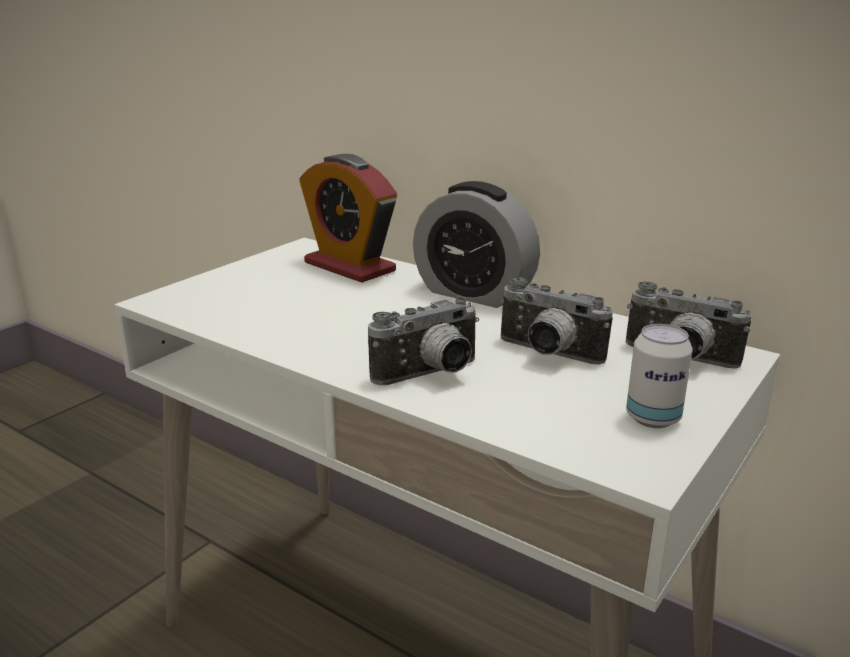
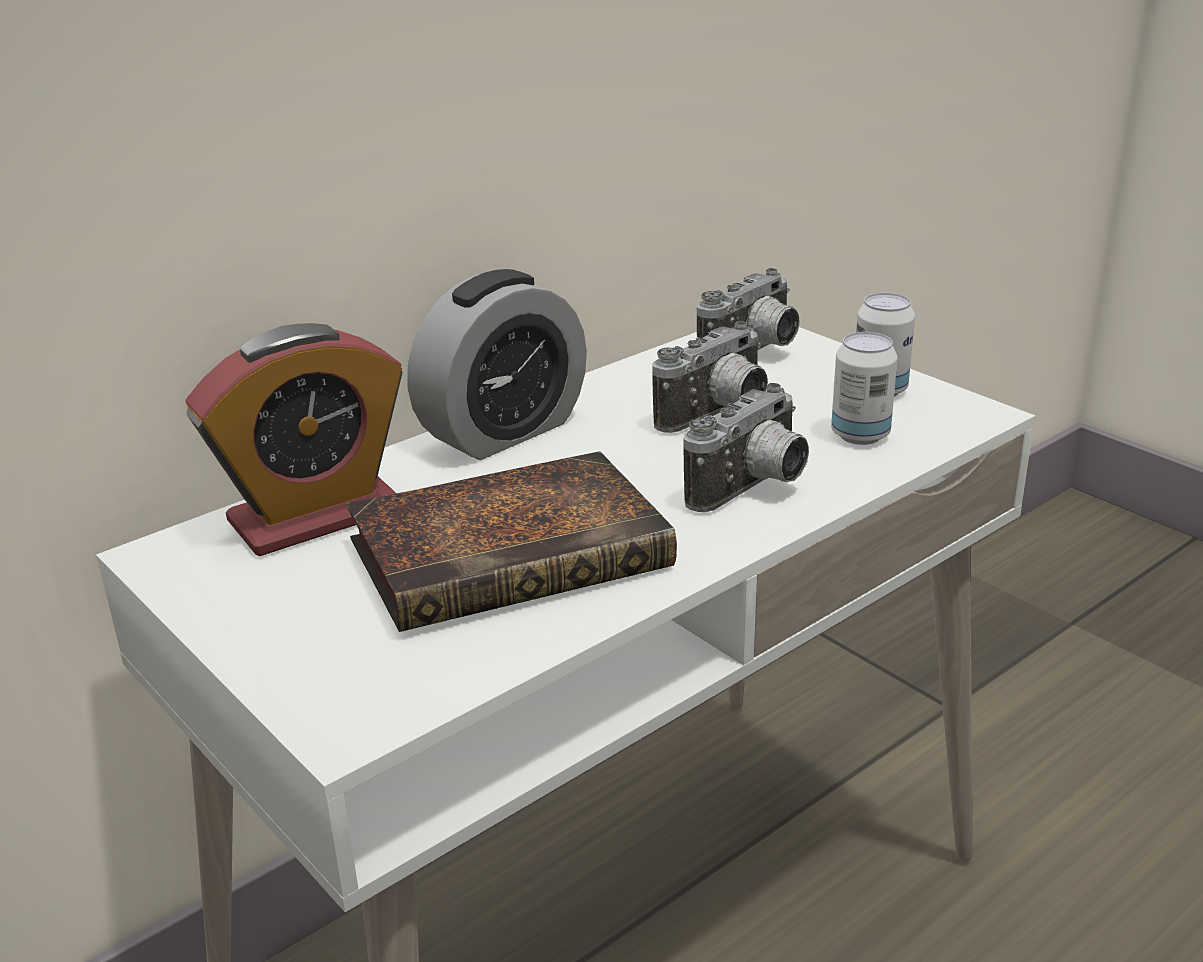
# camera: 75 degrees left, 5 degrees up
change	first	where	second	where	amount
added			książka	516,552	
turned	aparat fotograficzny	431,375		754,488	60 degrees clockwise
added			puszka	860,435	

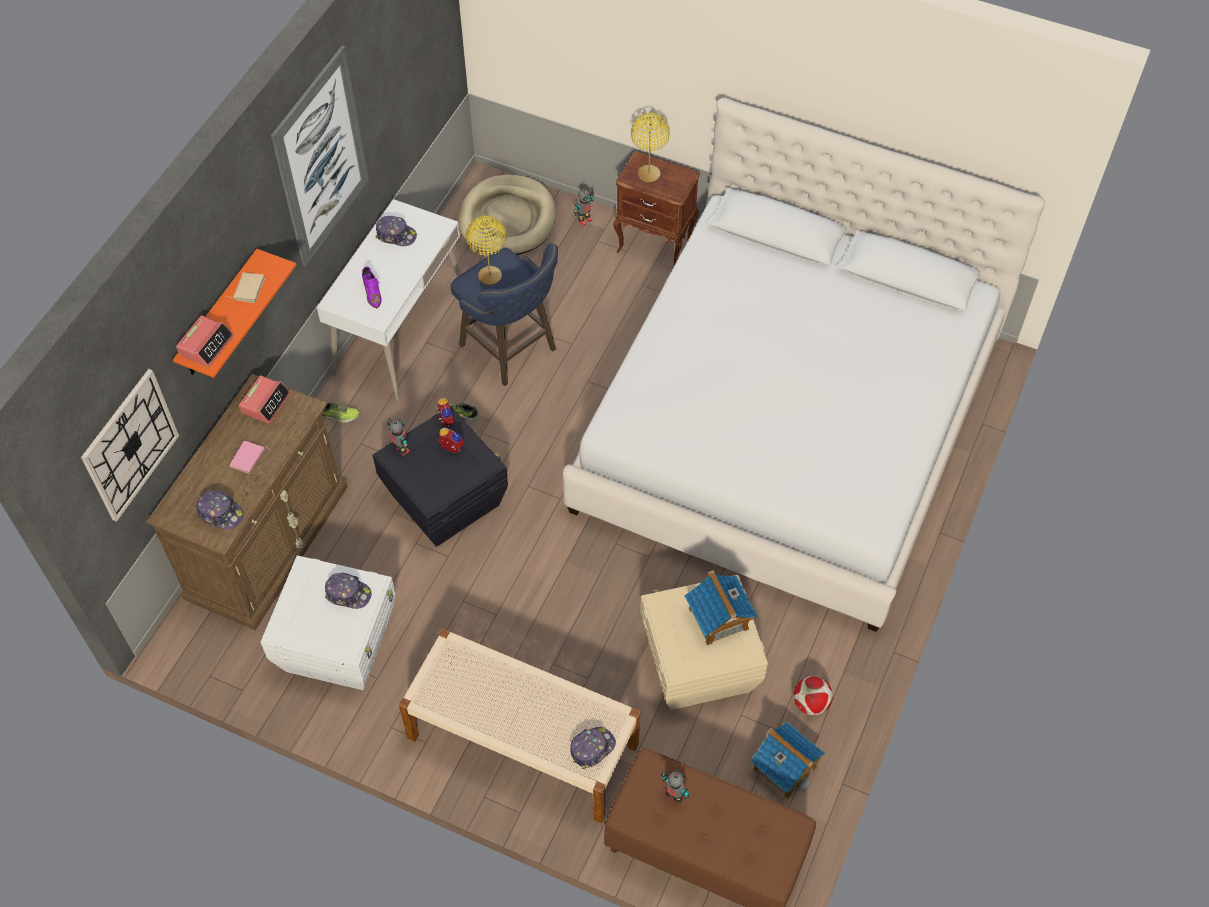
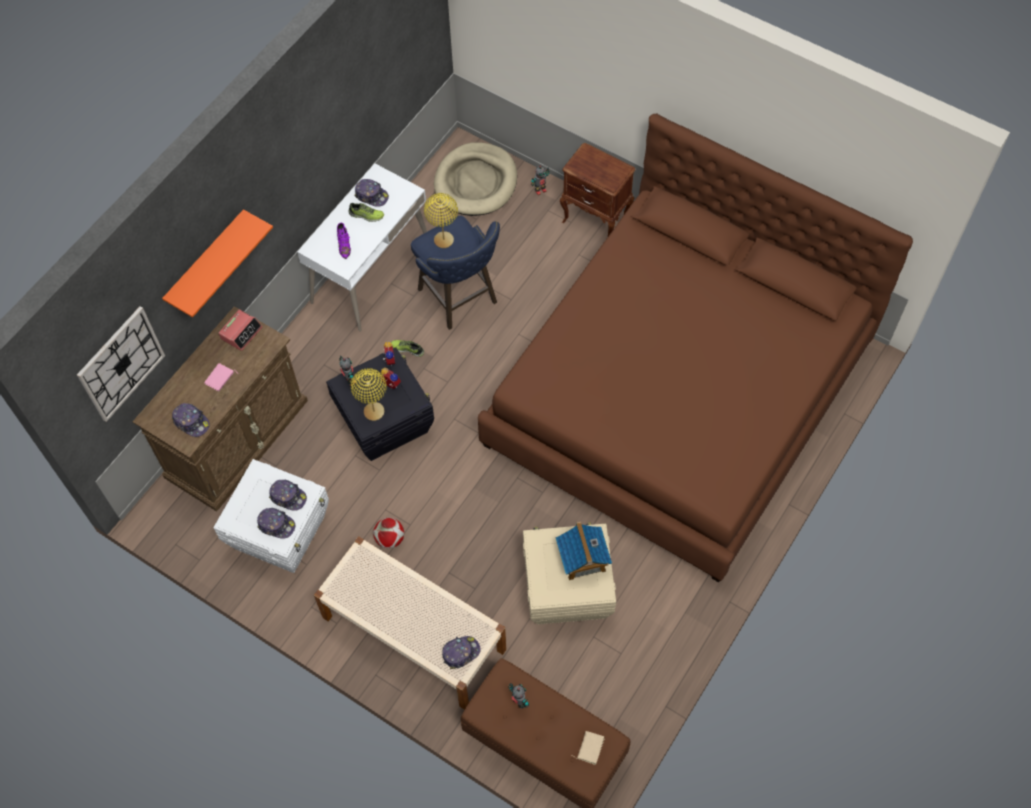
# camera: 10 degrees right, 5 degrees up
change	first	where	second	where	amount
added			czapka z daszkiem	276,525	
moved	but	338,415		366,215	
moved	lampa stołowa (żółty)	649,174		374,411	
moved	piłka futbolowa	811,703		390,539	
recoloured	łóżko (biały)	787,424	łóżko (brązowy)	678,393	
moved	książka (beżowy)	248,288		589,747	
removed	budzik	206,345			
removed	obraz	321,158			
removed	domek	784,767			

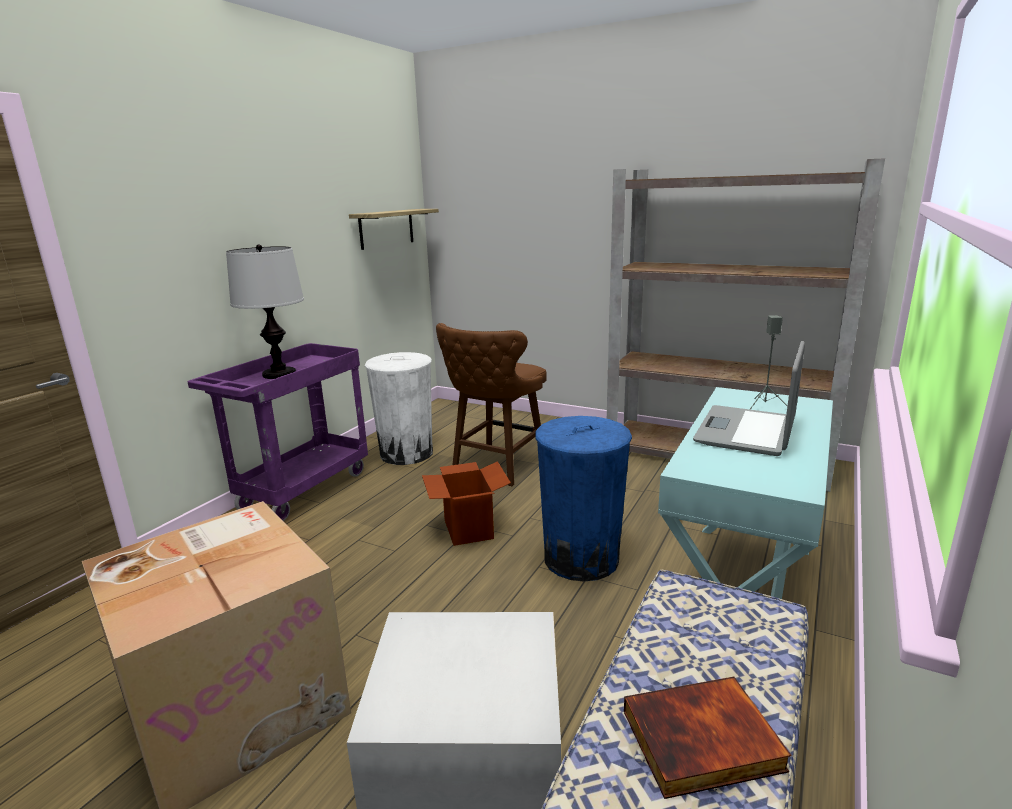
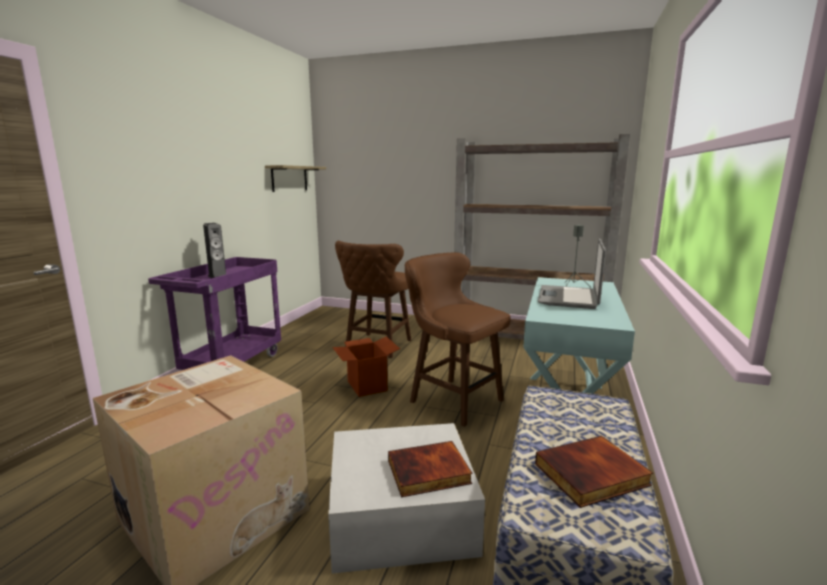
# camera: 10 degrees left, 5 degrees down
change	first	where	second	where	amount
replaced	lampa stołowa	279,374	głośnik	217,276	
added			książka	428,473	
replaced	kosz na śmieci (niebieski)	581,558	stołek (brązowy)	453,399	
removed	kosz na śmieci (biały)	406,453			

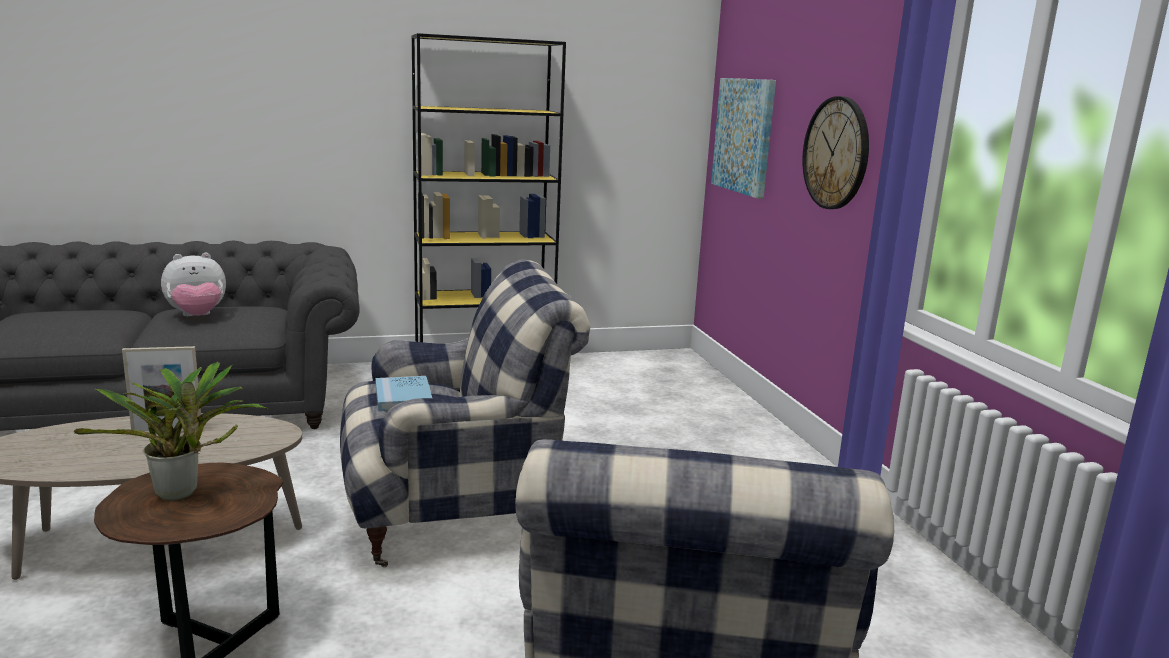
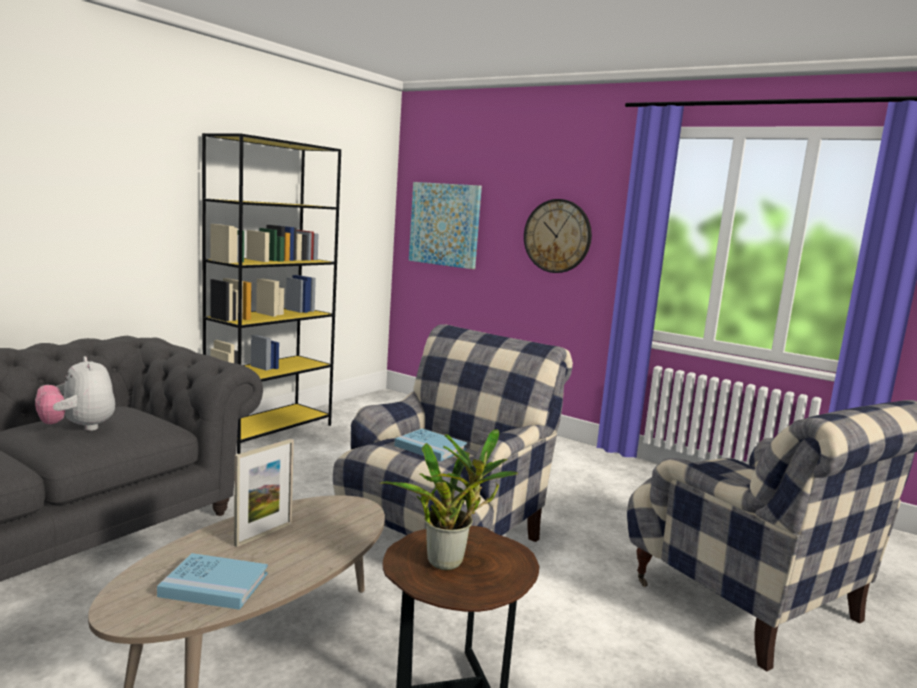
# camera: 40 degrees left, 5 degrees down
change	first	where	second	where	amount
turned	pluszak	197,316		78,428	120 degrees clockwise
added			książka (niebieski)	214,585	

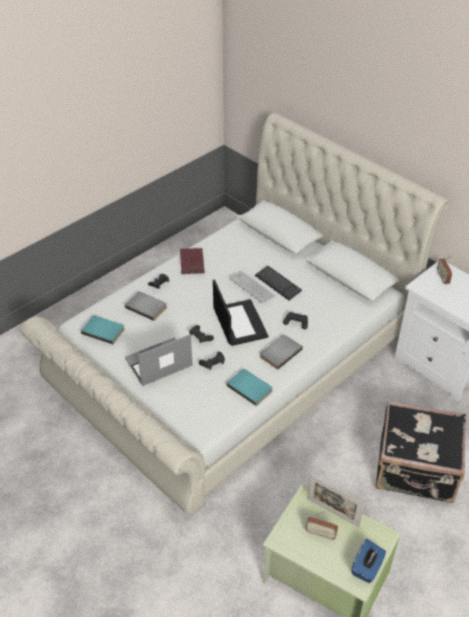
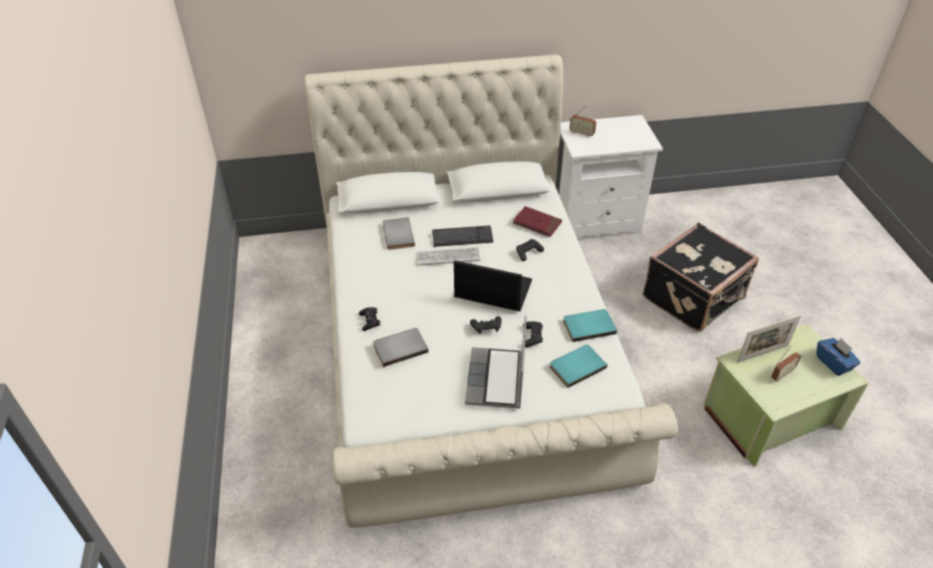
# camera: 55 degrees left, 0 degrees up
change	first	where	second	where	amount
moved	książka (szary)	279,352		397,235	
moved	książka (czerwony)	192,262		537,223	
moved	książka (turkusowy)	104,330		576,366	

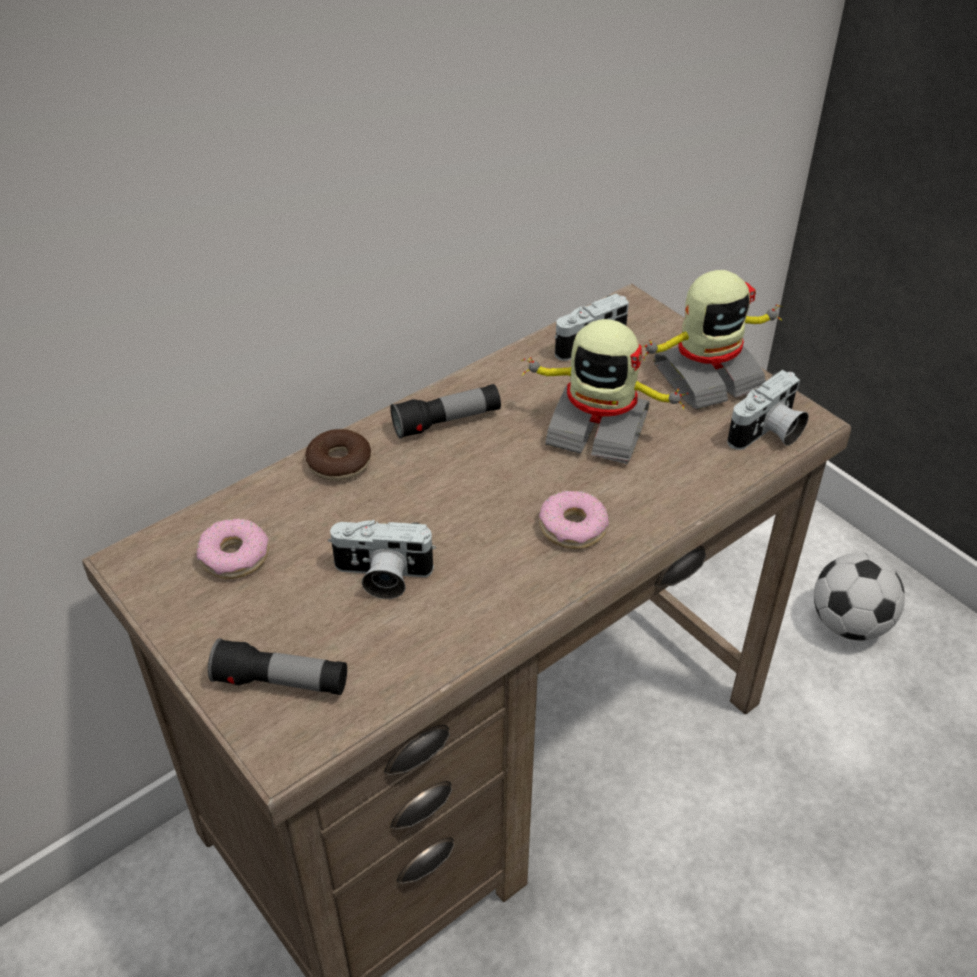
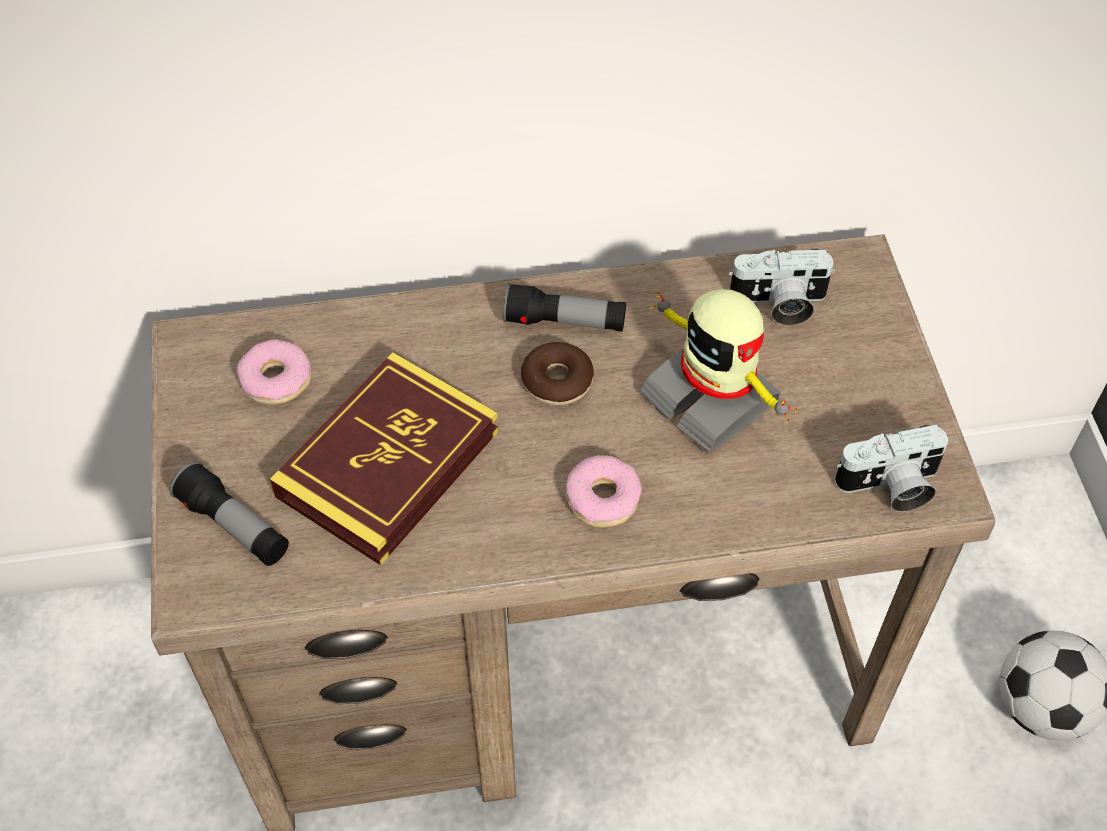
# camera: 30 degrees right, 10 degrees up
change	first	where	second	where	amount
replaced	aparat fotograficzny	381,577	książka	388,463	
moved	donut	339,463		557,381	
removed	robot zabawkowy	706,376			

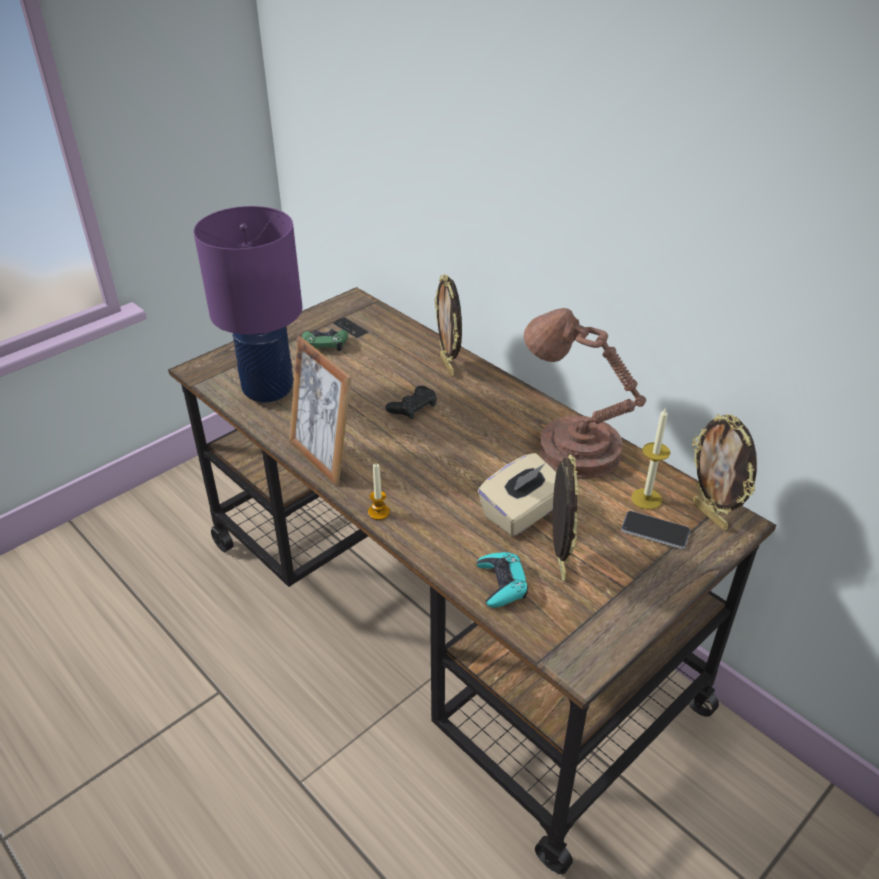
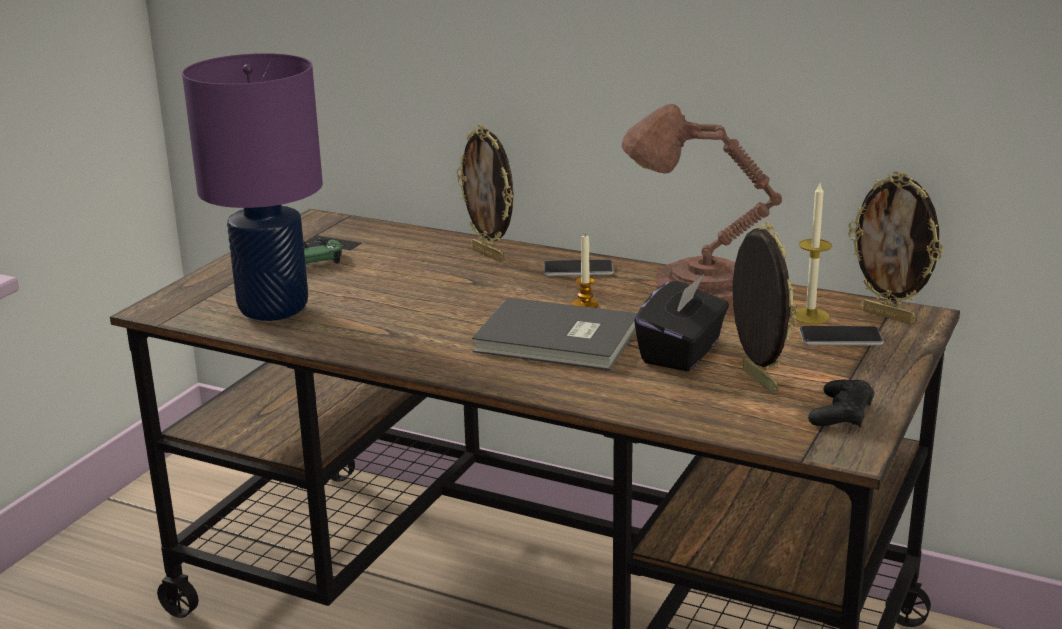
# camera: 20 degrees left, 15 degrees down
change	first	where	second	where	amount
added			książka (szary)	557,341	
added			telefon	578,269	
moved	świeca	378,512		585,305	
recoloured	pudełko chusteczek (beżowy)	521,513	pudełko chusteczek (czarny)	682,352	
moved	pad do gier (czarny)	413,407		841,413	
removed	ramka na zdjęcie	323,457			
removed	pad do gier (turkusowy)	501,584			

